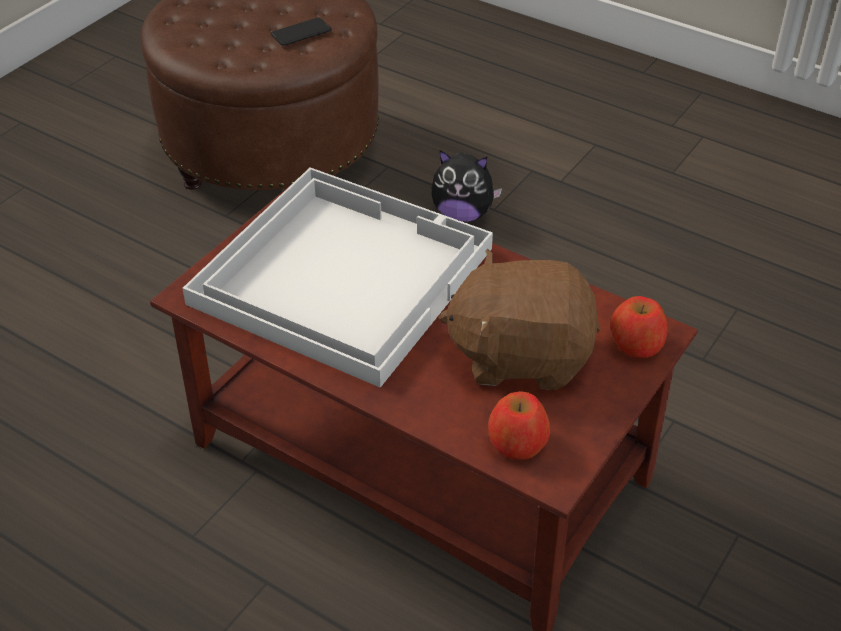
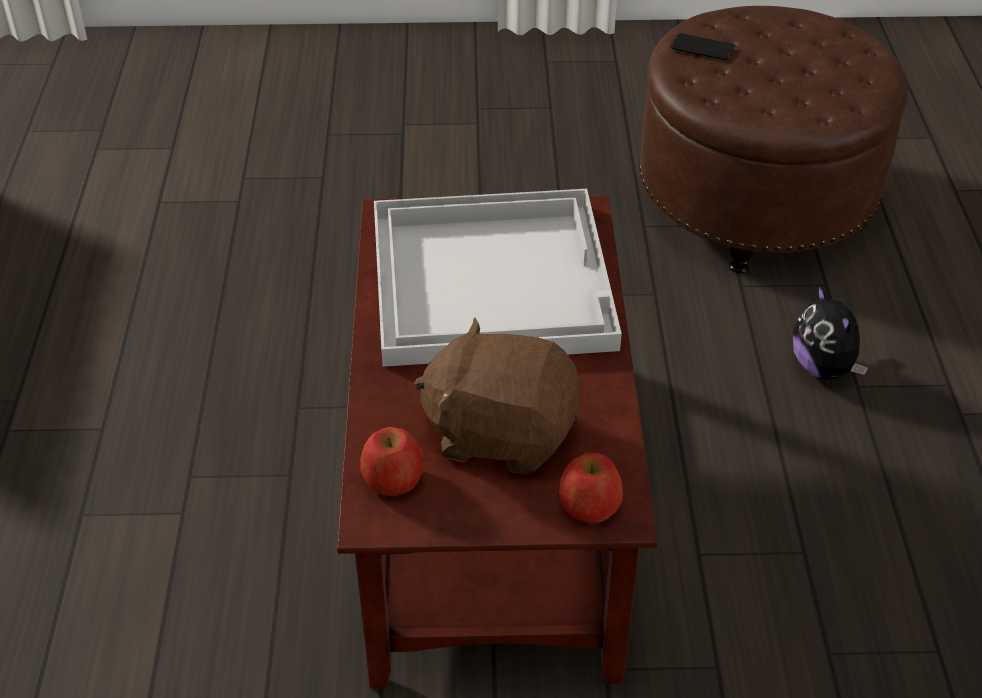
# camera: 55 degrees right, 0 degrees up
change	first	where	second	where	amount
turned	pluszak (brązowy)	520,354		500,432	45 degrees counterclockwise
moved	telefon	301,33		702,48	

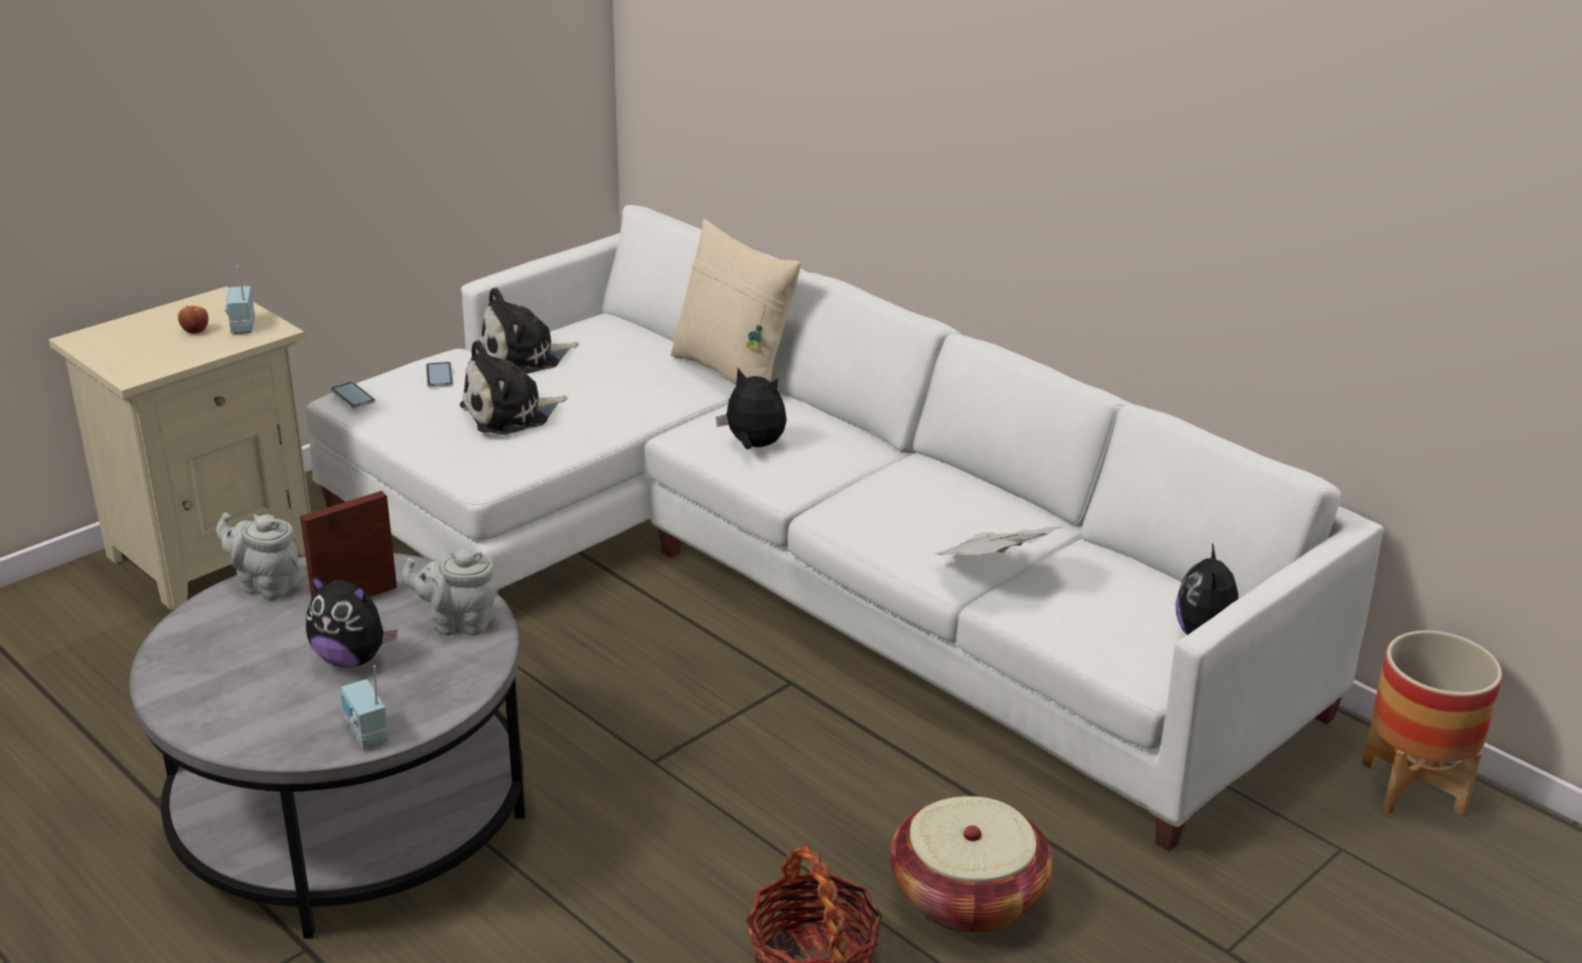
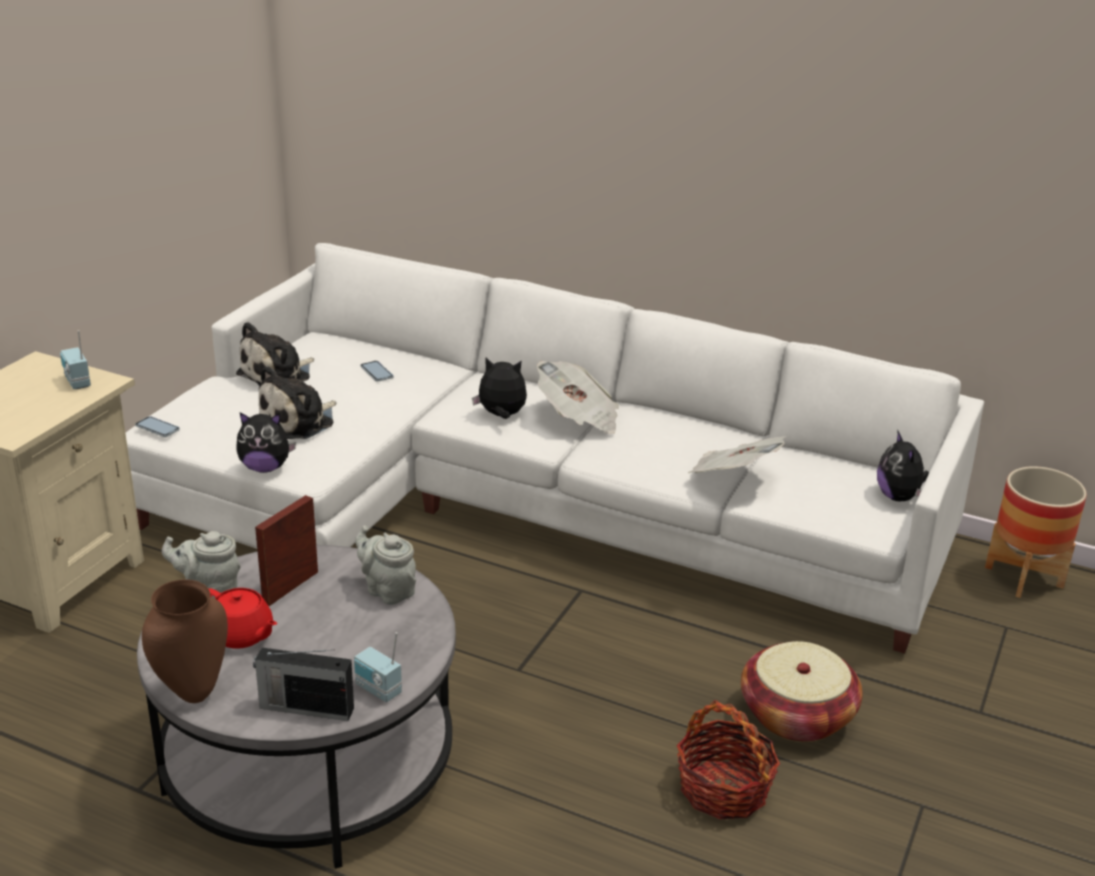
# camera: 20 degrees left, 0 degrees up
change	first	where	second	where	amount
added			wazon (brązowy)	192,692	
added			imbryk (czerwony)	241,635	
moved	pluszak	352,659		265,468	
added			radio	305,707	
turned	imbryk (szary)	458,623		387,590	60 degrees clockwise
moved	telefon	439,376		376,372	
added			gazeta	579,418	
removed	jabłko	195,331			
removed	poduszka (beżowy)	732,375			

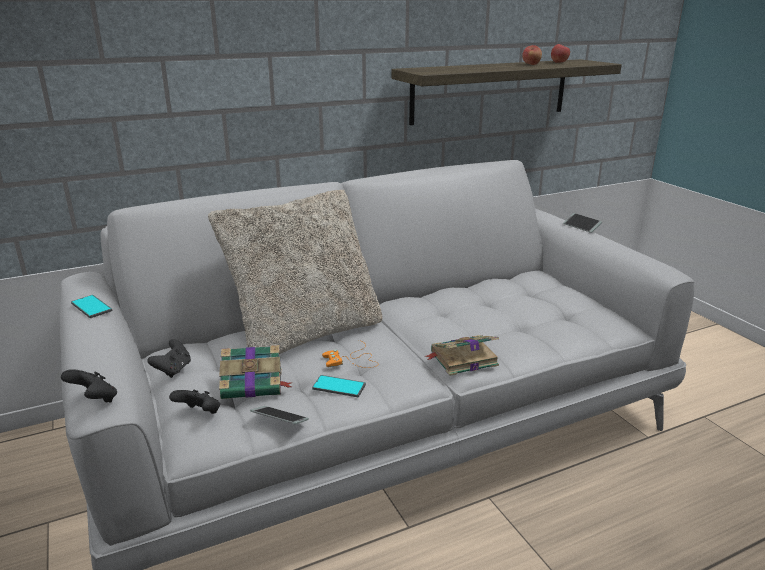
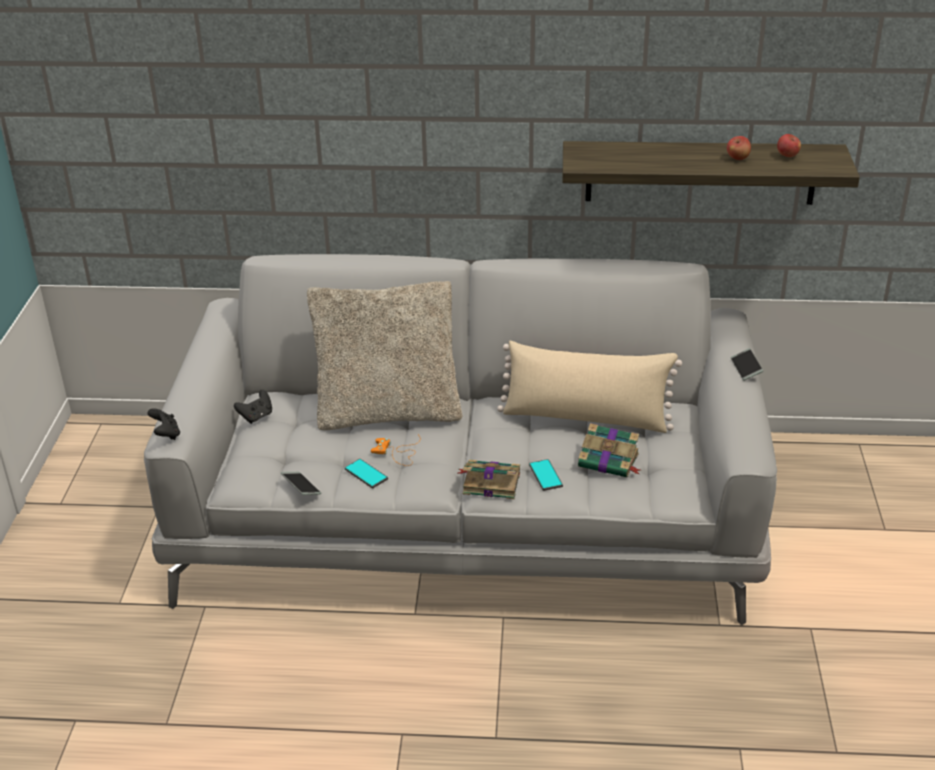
# camera: 30 degrees right, 10 degrees up
change	first	where	second	where	amount
added			poduszka (beżowy)	586,417	
moved	telefon	91,307		545,475	
moved	książka	254,384		609,461	
removed	pad do gier (czarny)	199,414			

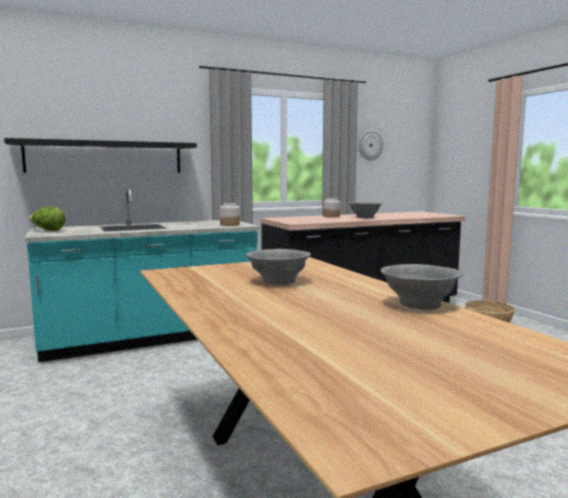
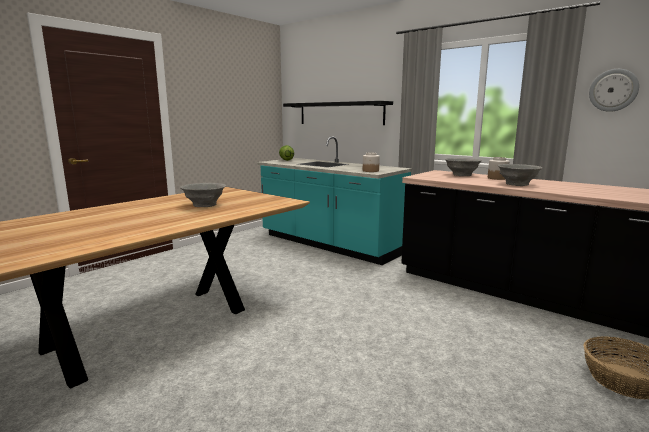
# camera: 65 degrees right, 5 degrees up
change	first	where	second	where	amount
moved	miska (szary)	419,305		461,175	

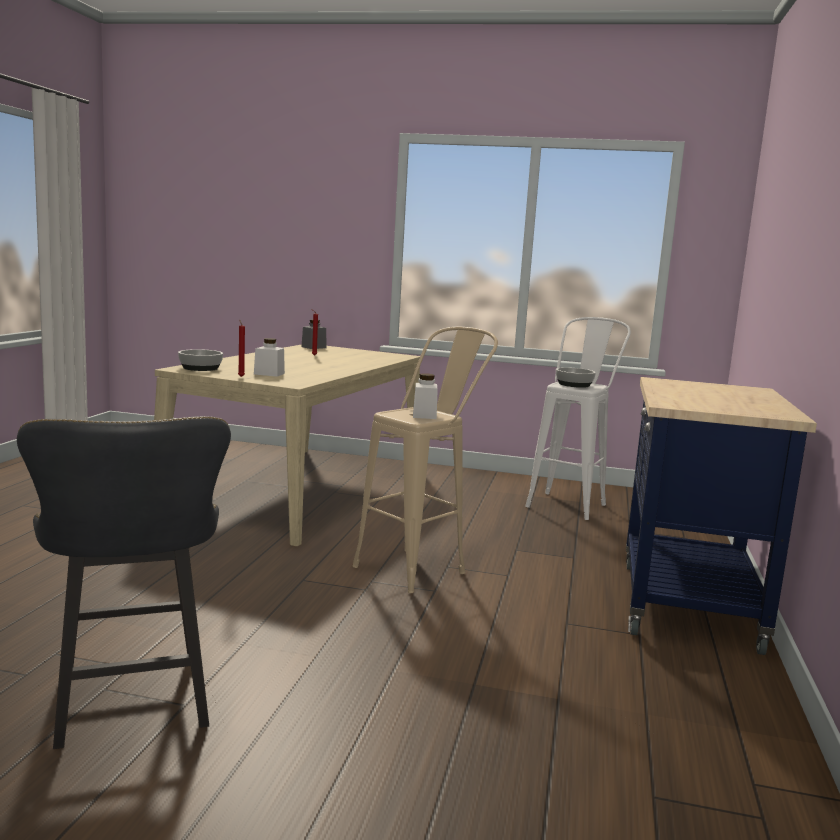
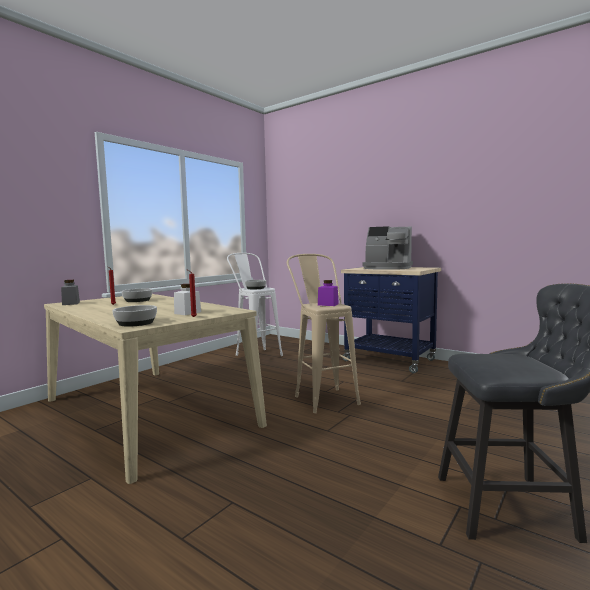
# camera: 65 degrees left, 5 degrees down
change	first	where	second	where	amount
added			miska	138,300	
recoloured	słoik (biały)	424,415	słoik (fioletowy)	328,304	
added			ekspres do kawy	387,268	

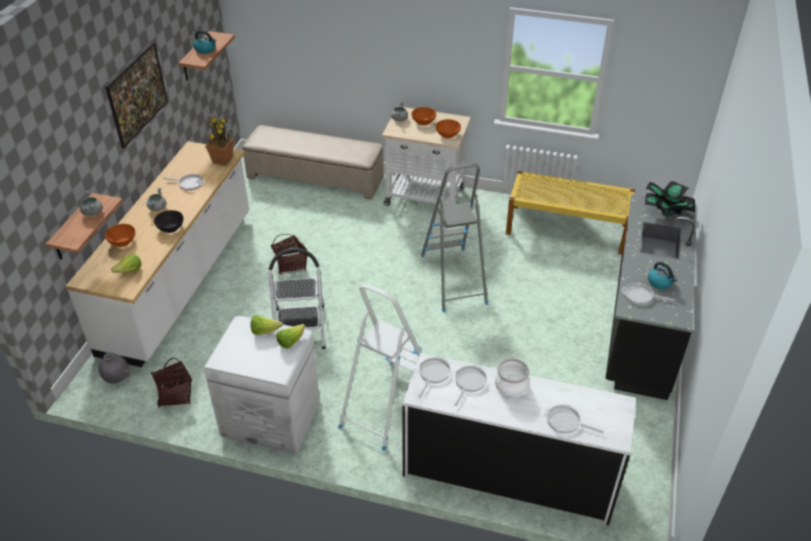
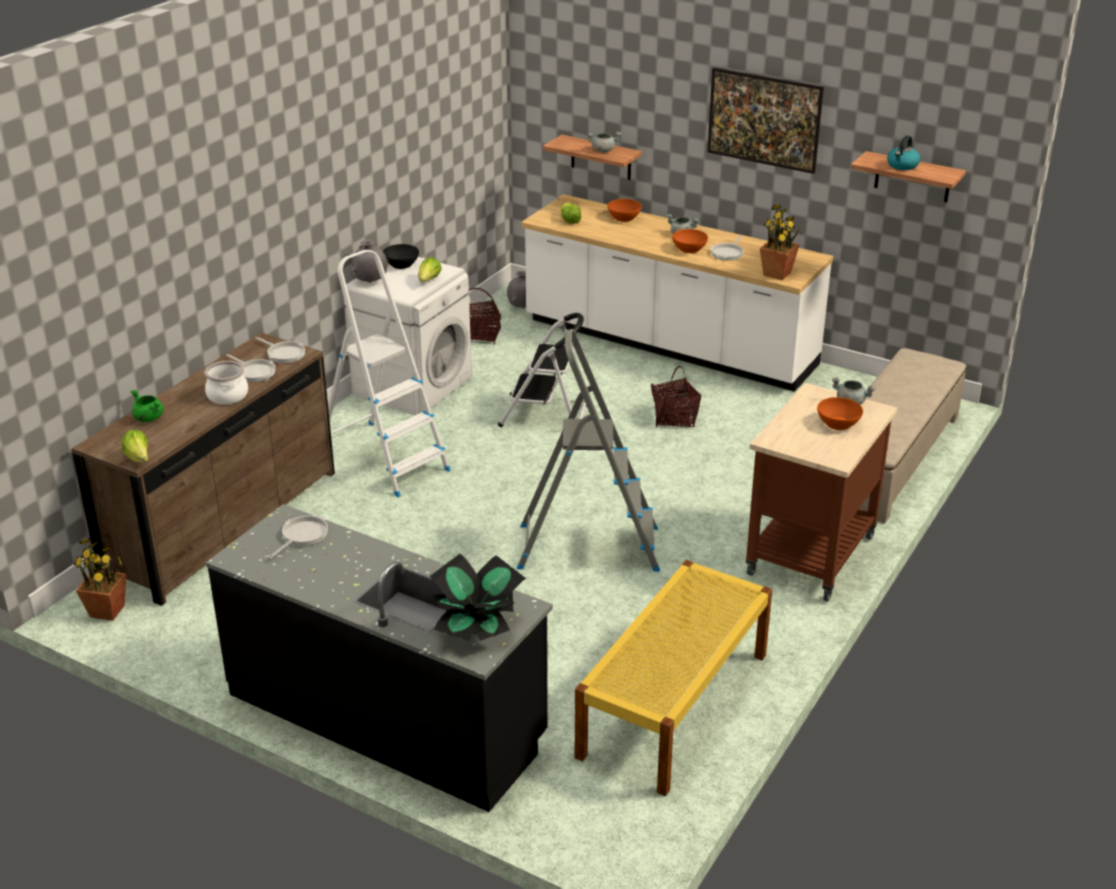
# camera: 105 degrees right, 10 degrees down
change	first	where	second	where	amount
recoloured	komoda (biały)	508,472	komoda (brązowy)	225,523	
added			roślina doniczkowa	107,611	
moved	sałata	291,341		139,458	
replaced	patelnia	566,422	garnek (zielony)	148,418	
added			wazon (szary)	370,282	
moved	miska (czarny)	170,228		401,264	
moved	miska (pomarańczowy)	448,134		689,249	
recoloured	wózek (biały)	425,197	wózek (brązowy)	811,557	
removed	czajnik	660,282			

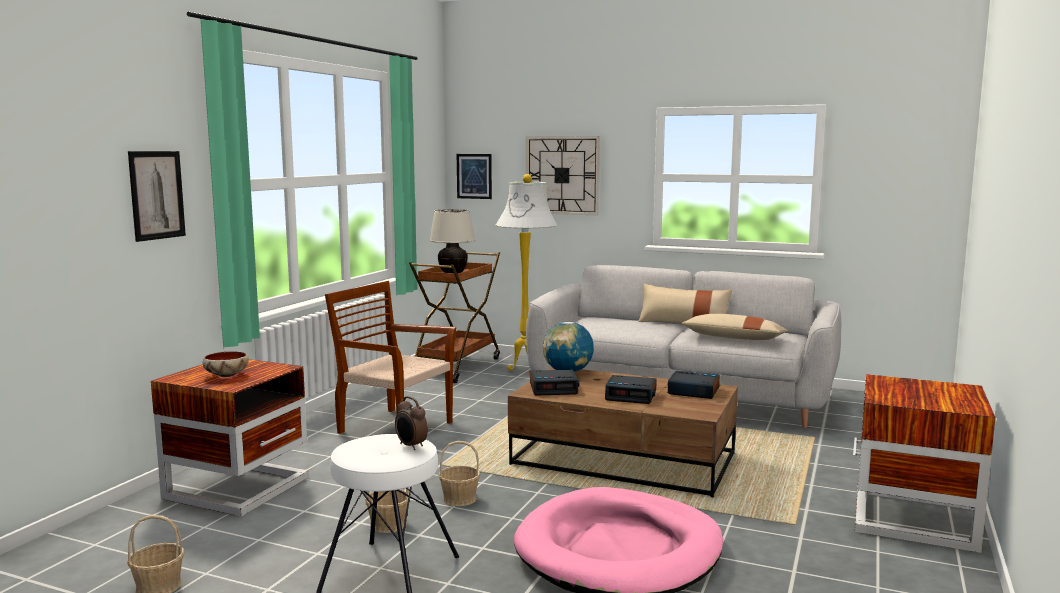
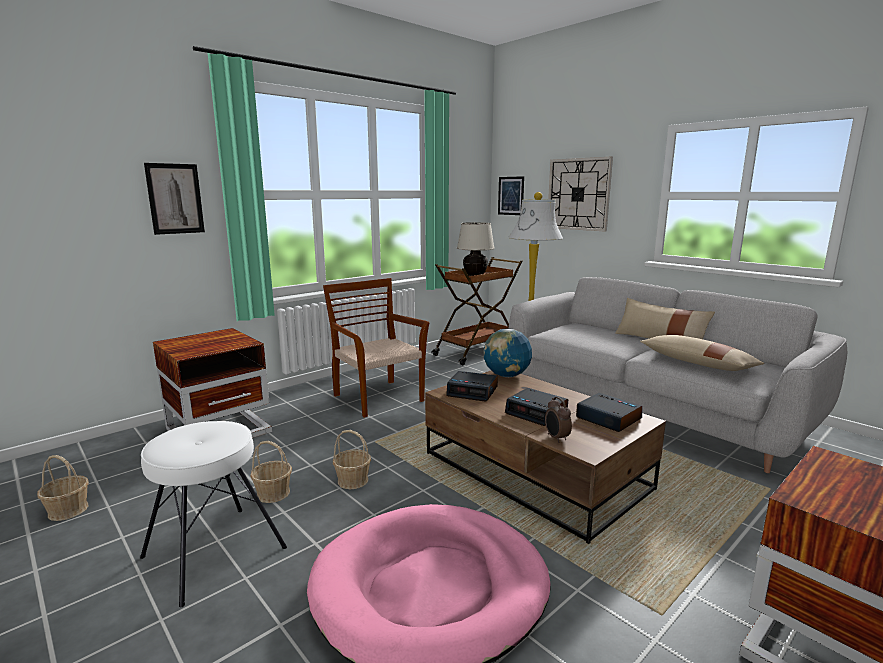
# camera: 25 degrees right, 5 degrees up
change	first	where	second	where	amount
moved	budzik	411,446		556,438	
removed	miska	225,375			

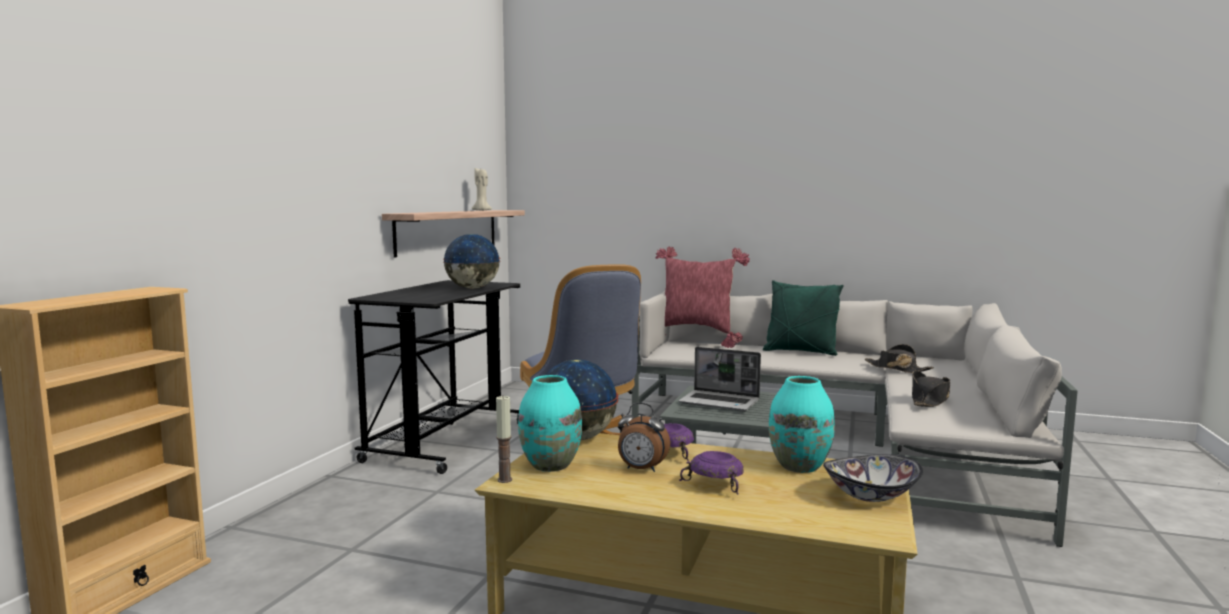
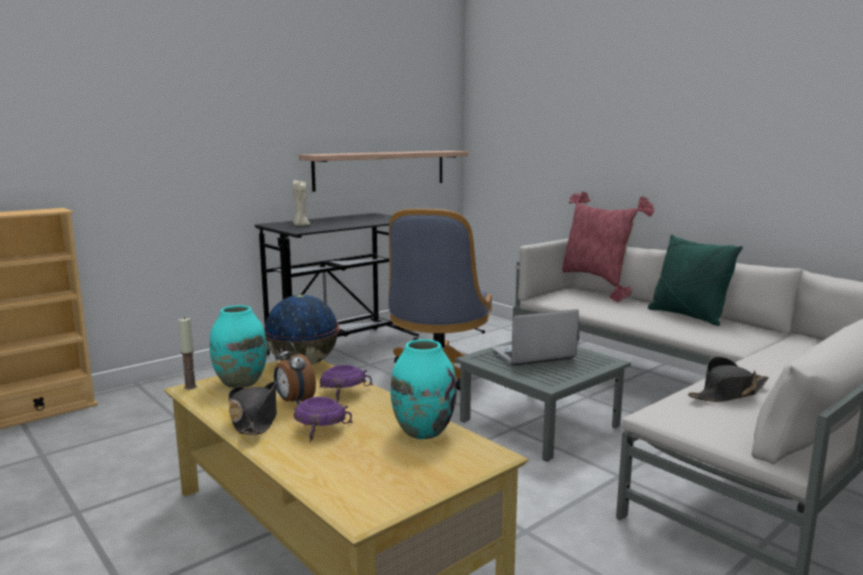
# camera: 30 degrees right, 5 degrees up
change	first	where	second	where	amount
moved	kapelusz (czarny)	897,369		254,419	
moved	świeca (beżowy)	481,210		300,225	
turned	laptop	720,402		532,355	105 degrees clockwise
removed	globus	472,288			
removed	miska	870,495			

